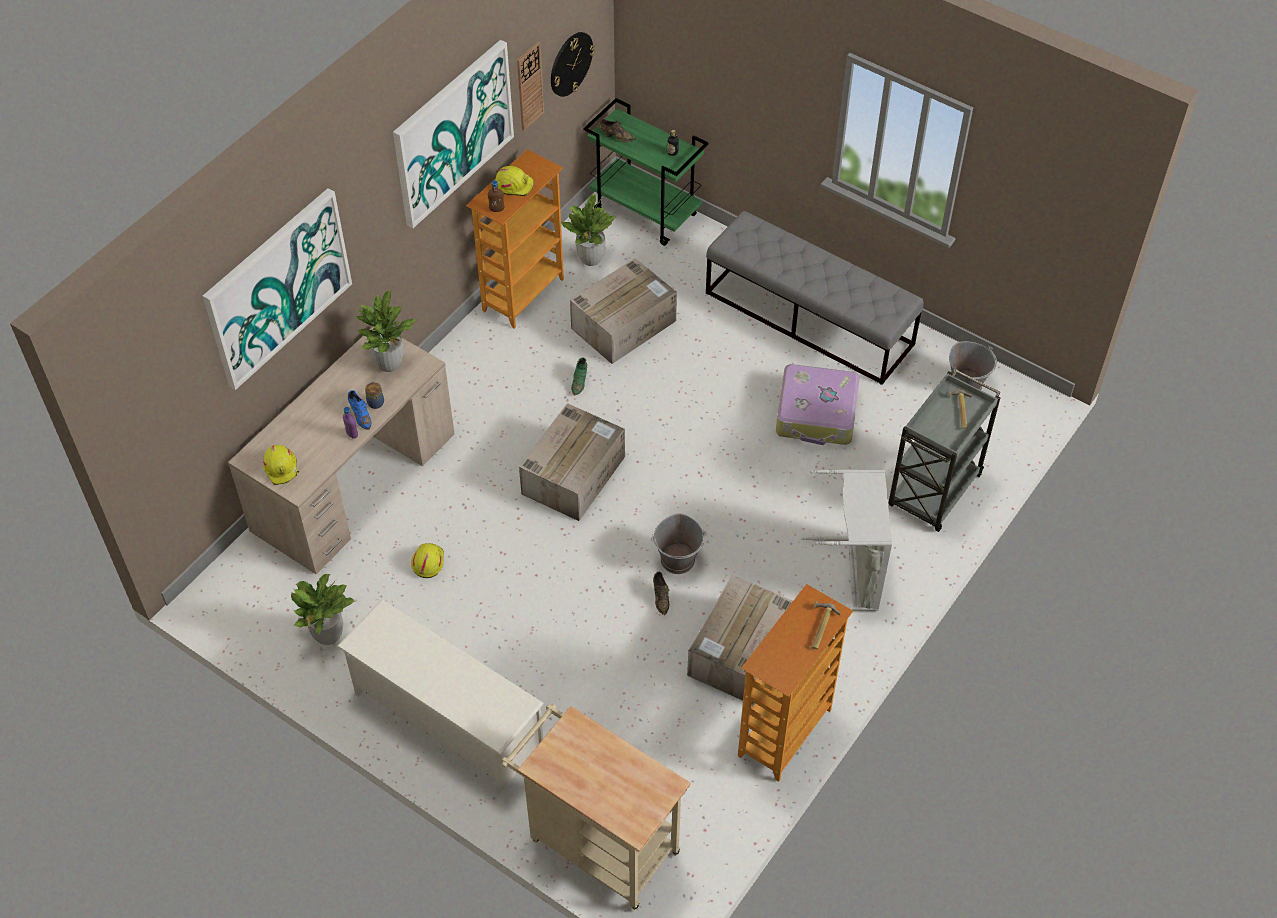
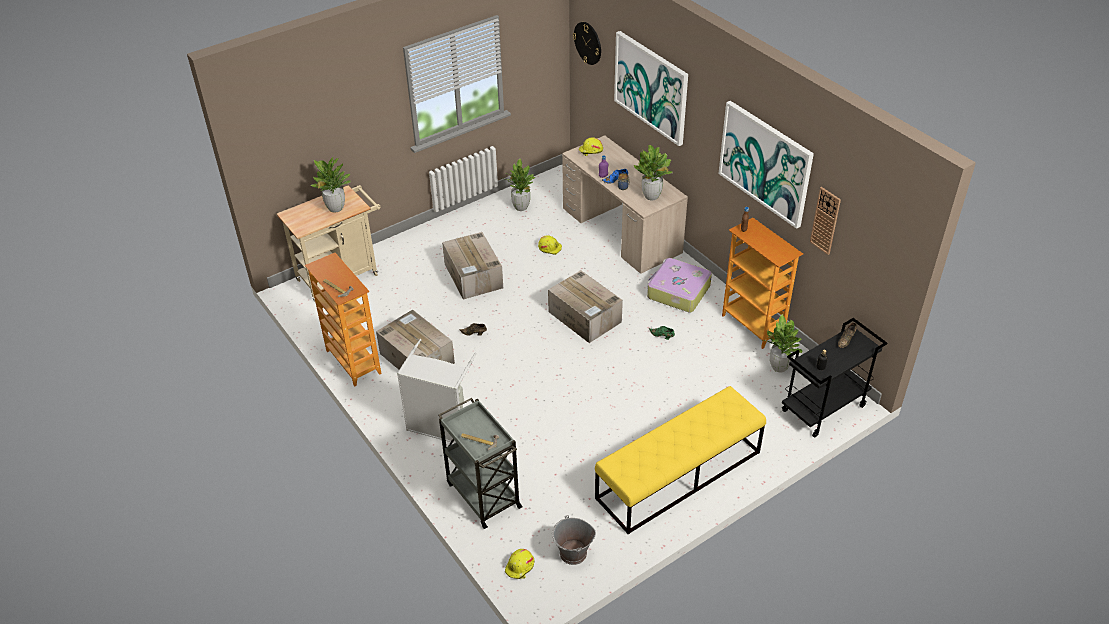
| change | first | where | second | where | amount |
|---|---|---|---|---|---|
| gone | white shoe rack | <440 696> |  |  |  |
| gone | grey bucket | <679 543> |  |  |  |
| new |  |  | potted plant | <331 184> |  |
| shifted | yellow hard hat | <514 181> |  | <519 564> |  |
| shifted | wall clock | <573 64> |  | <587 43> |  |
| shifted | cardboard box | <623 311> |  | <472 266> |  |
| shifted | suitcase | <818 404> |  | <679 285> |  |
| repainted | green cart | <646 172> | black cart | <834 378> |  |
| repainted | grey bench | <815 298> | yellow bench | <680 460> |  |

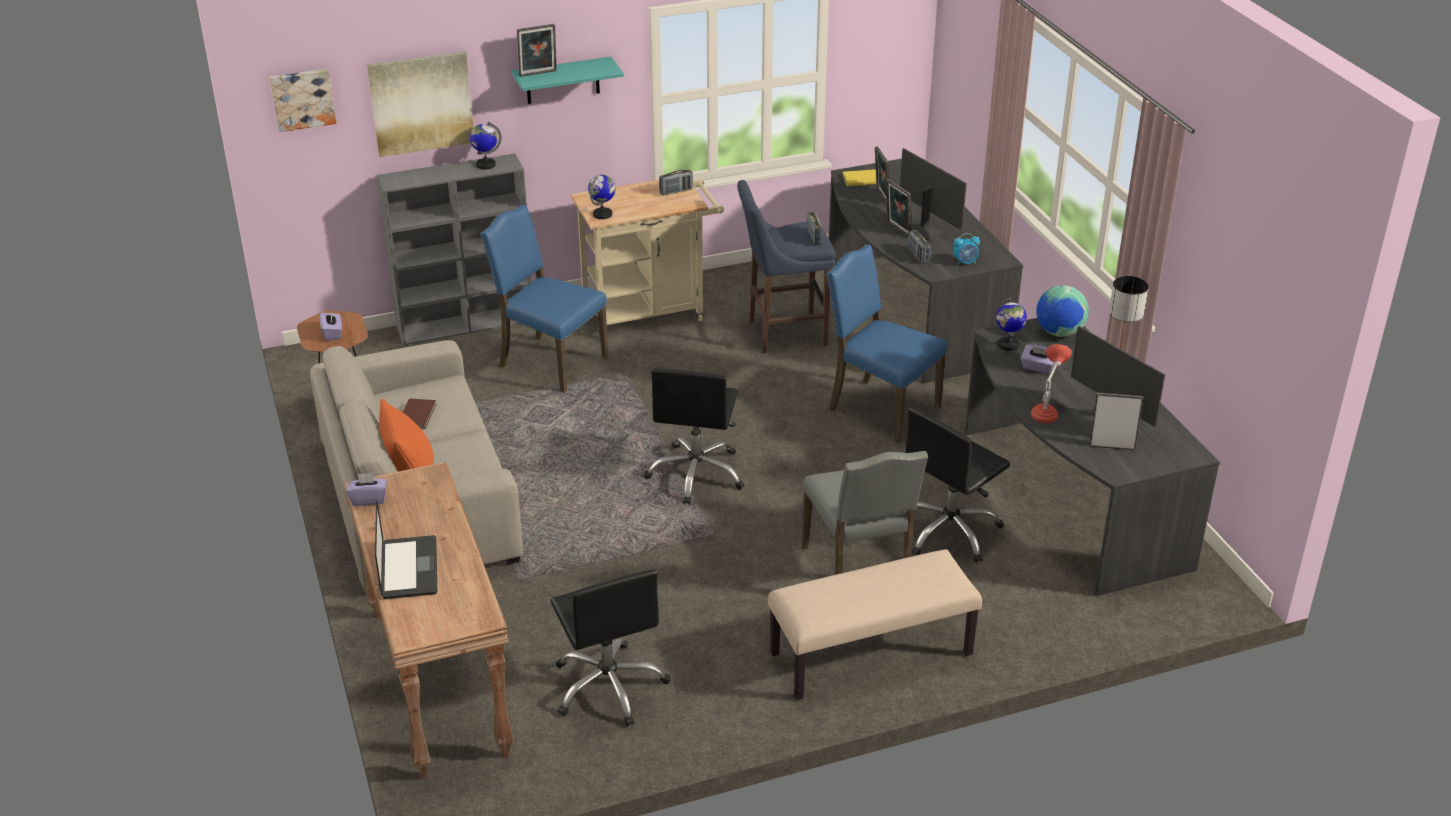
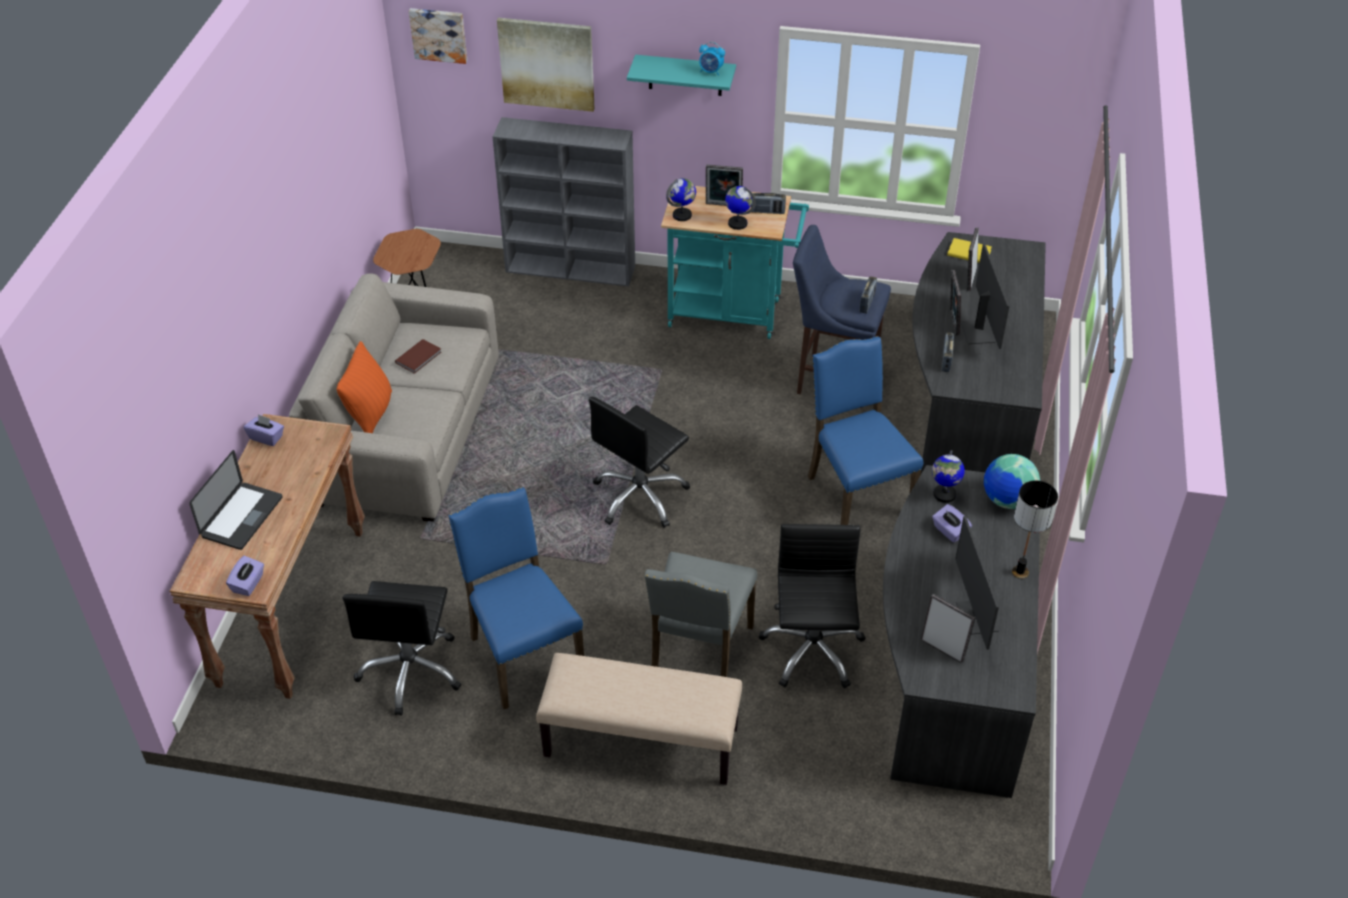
| change | first | where | second | where | amount |
|---|---|---|---|---|---|
| gone | red table lamp | <1051 383> |  |  |  |
| shifted | purple tissue box | <331 326> |  | <245 576> |  |
| shifted | globe | <486 146> |  | <740 208> |  |
| shifted | blue chair | <544 299> |  | <516 598> |  |
| shifted | picture frame | <537 50> |  | <724 185> |  |
| shifted | alarm clock | <966 249> |  | <712 59> |  |
| repainted | beige cart | <647 257> | turquoise cart | <735 262> |  |
| rotated | black office chair | <958 485> |  | <812 606> | 105 degrees clockwise |

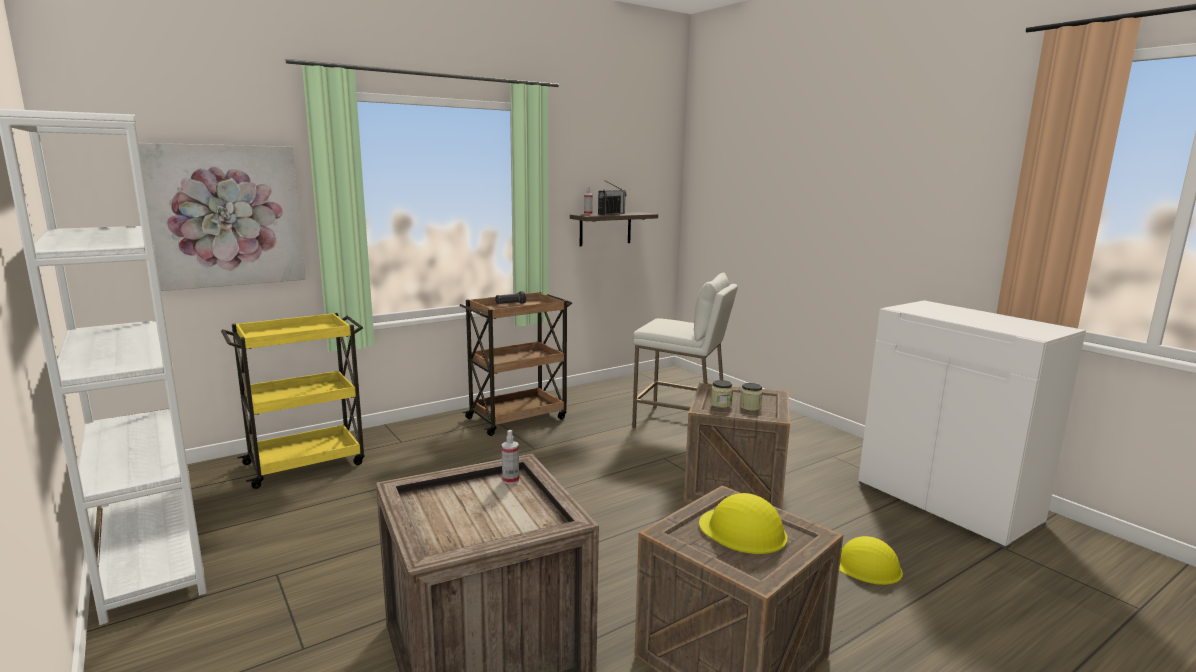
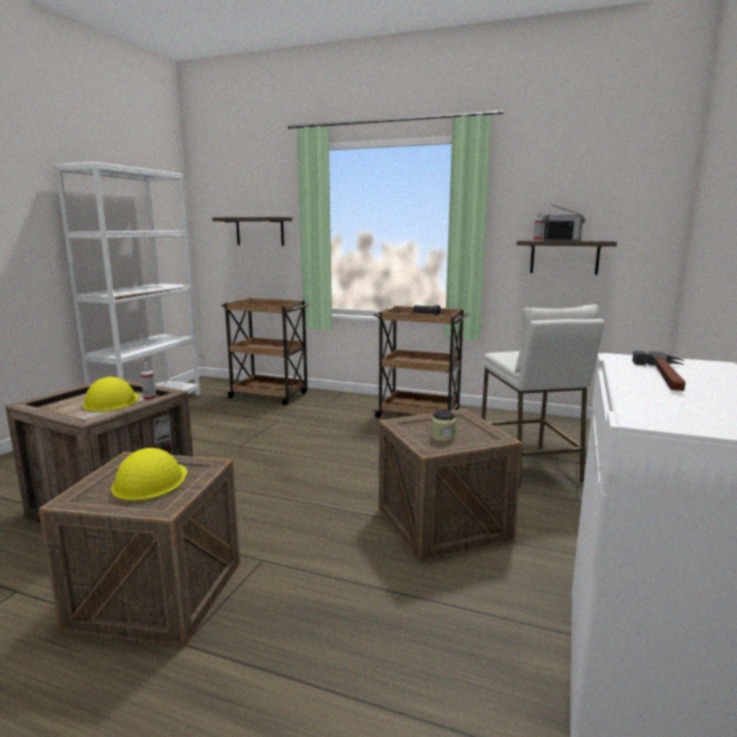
| change | first | where | second | where | amount |
|---|---|---|---|---|---|
| gone | jar | <721 394> |  |  |  |
| new |  |  | hammer | <659 370> |  |
| shifted | yellow hard hat | <871 560> |  | <110 394> |  |
| swapped | picture | <222 217> | shelf | <252 231> |  |
| repainted | yellow cart | <293 401> | brown cart | <265 351> |  |

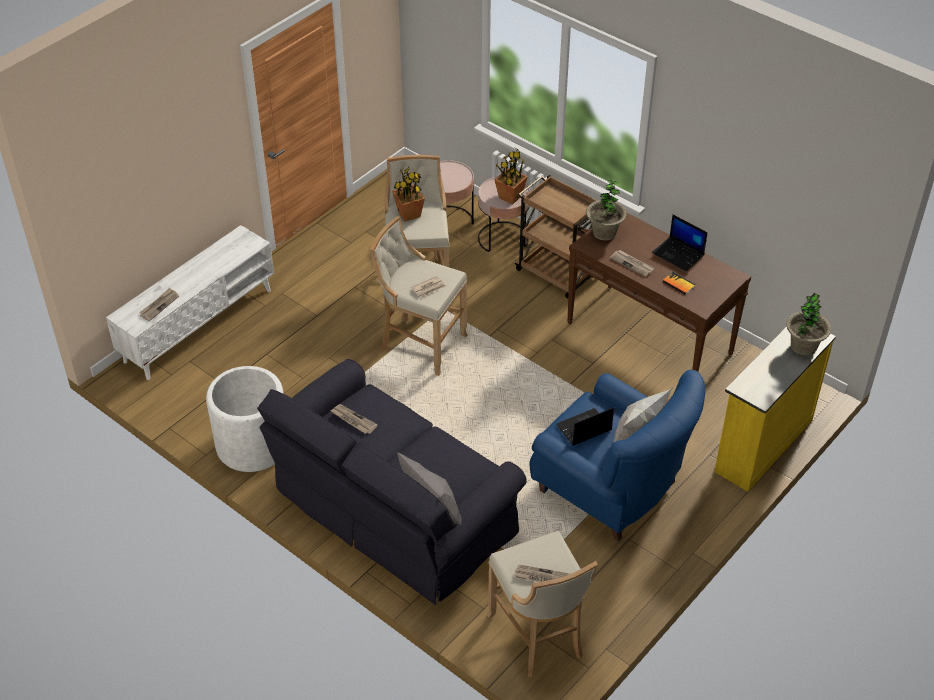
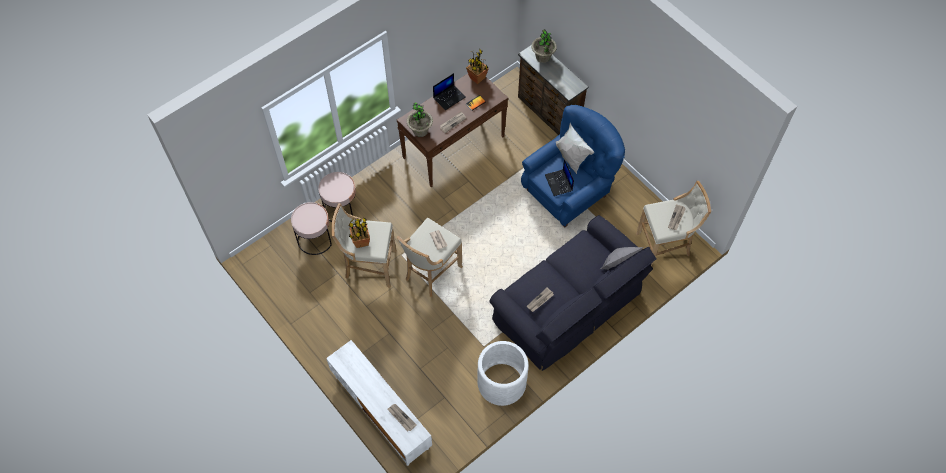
| change | first | where | second | where | amount |
|---|---|---|---|---|---|
| gone | brown cart | <555 236> |  |  |  |
| shifted | potted plant | <511 176> |  | <477 66> |  |
| repainted | yellow dresser | <775 409> | brown dresser | <553 90> |  |

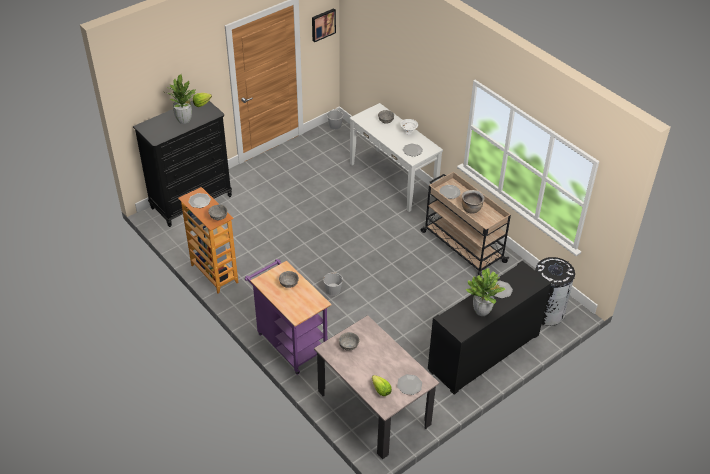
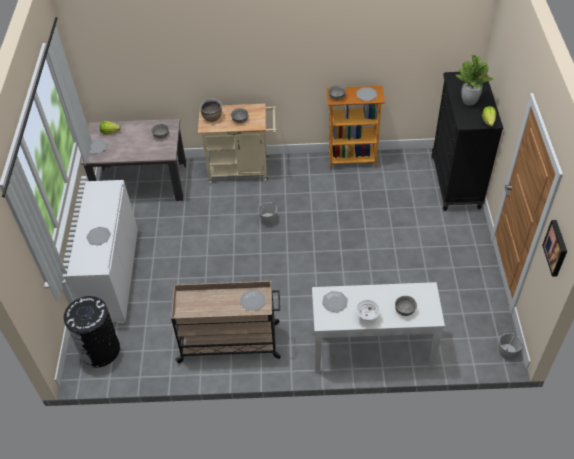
| change | first | where | second | where | amount |
|---|---|---|---|---|---|
| gone | potted plant | <486 292> |  |  |  |
| shifted | brown cooking pot | <473 202> |  | <211 110> |  |
| repainted | purple cart | <288 317> | beige cart | <237 143> |  |
| repainted | black cabinet | <489 327> | white cabinet | <102 251> |  |

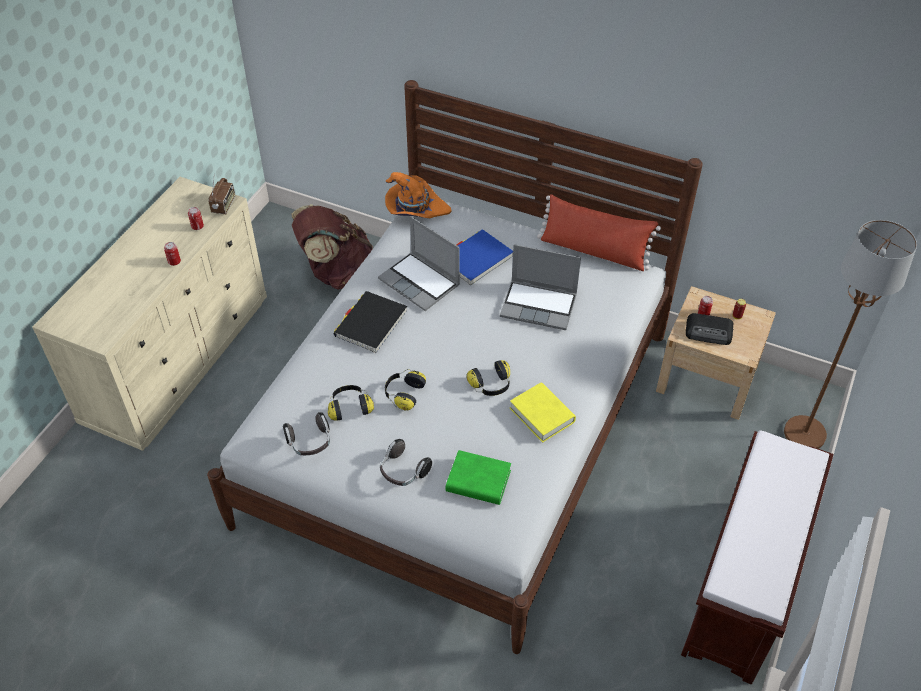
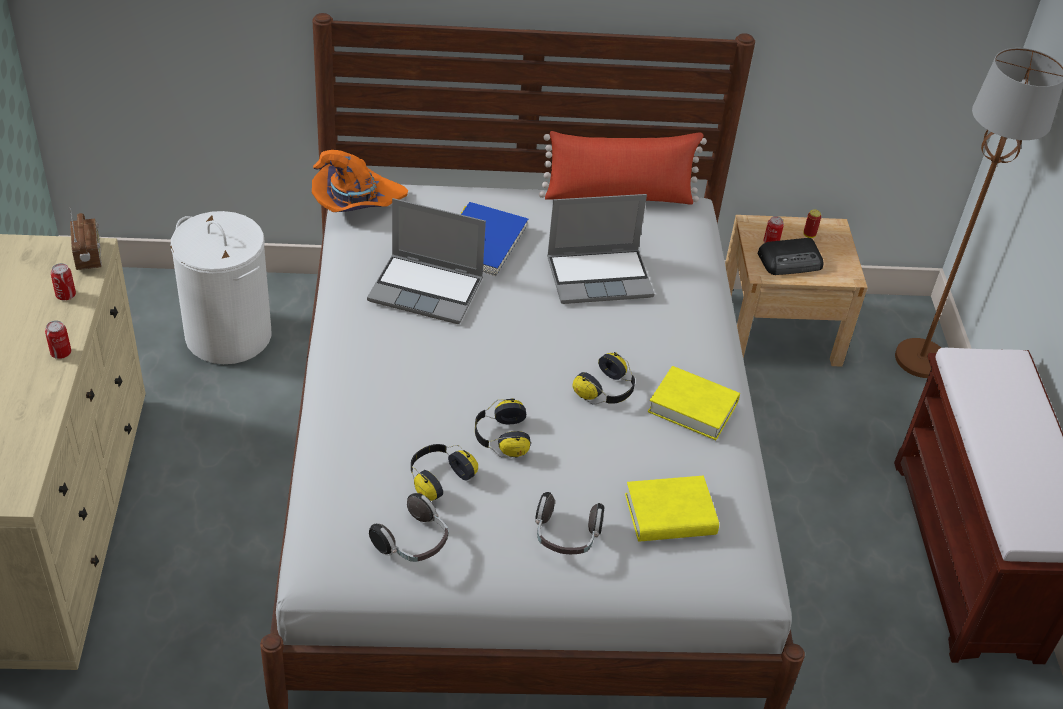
| change | first | where | second | where | amount |
|---|---|---|---|---|---|
| gone | black book | <370 322> |  |  |  |
| swapped | brown backpack | <332 247> | white laundry basket | <221 287> |  |
| repainted | green book | <478 477> | yellow book | <672 509> |  |

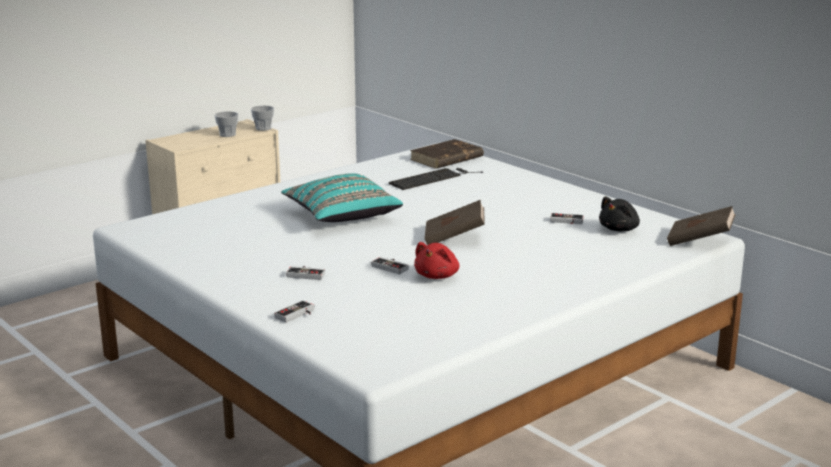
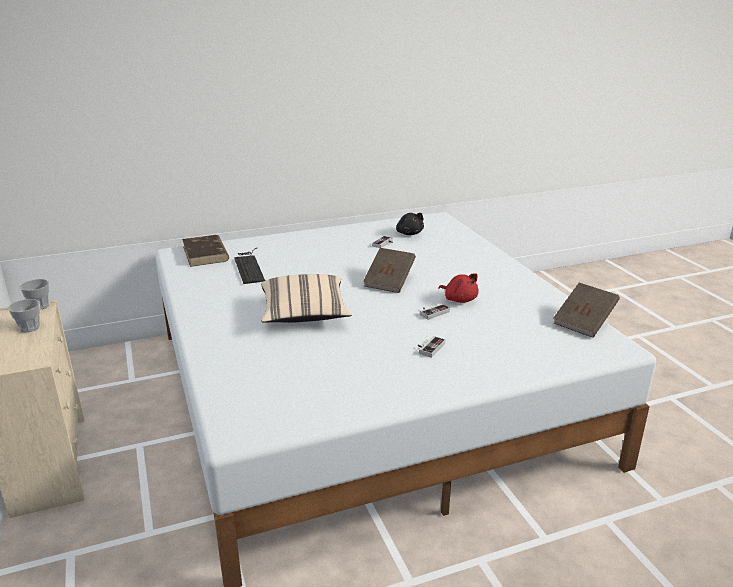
| change | first | where | second | where | amount |
|---|---|---|---|---|---|
| gone | game controller | <294 311> |  |  |  |
| shifted | brown book | <701 226> |  | <586 310> |  |
| repainted | turquoise pillow | <342 197> | beige pillow | <306 298> |  |

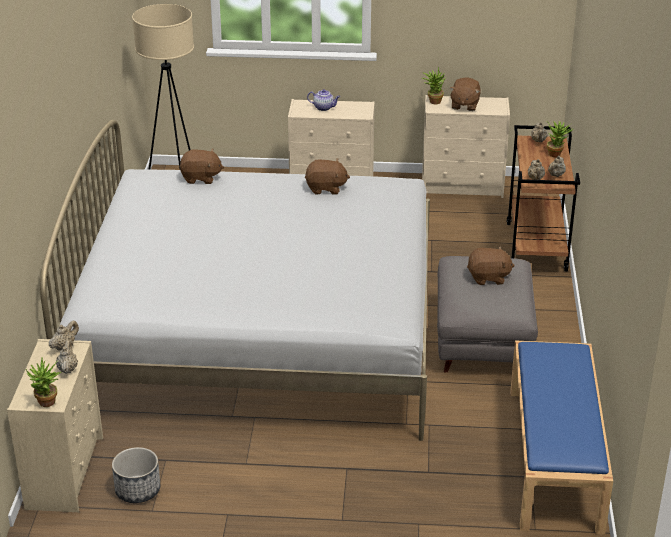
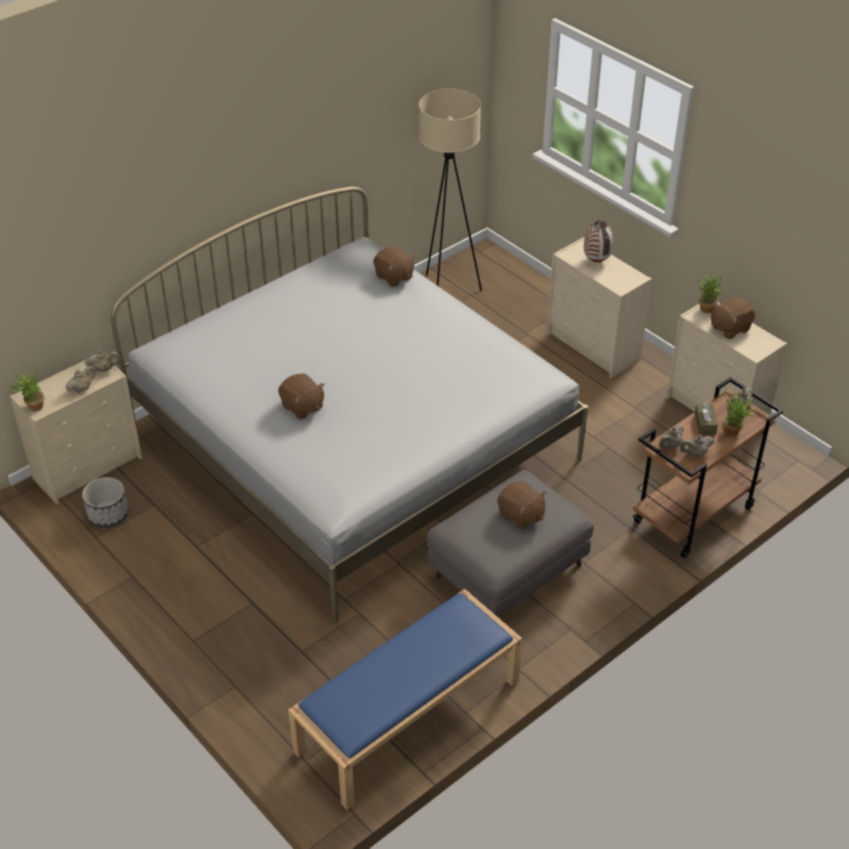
| change | first | where | second | where | amount |
|---|---|---|---|---|---|
| new |  |  | brown tissue box | <706 419> |  |
| shifted | brown plush toy | <327 176> |  | <301 396> |  |
| swapped | teapot | <323 100> | vase | <599 241> |  |

